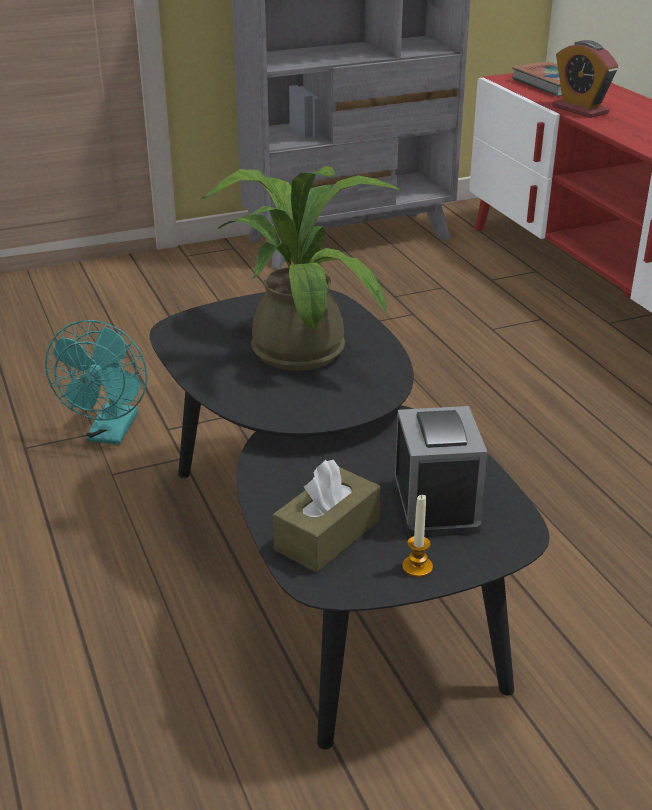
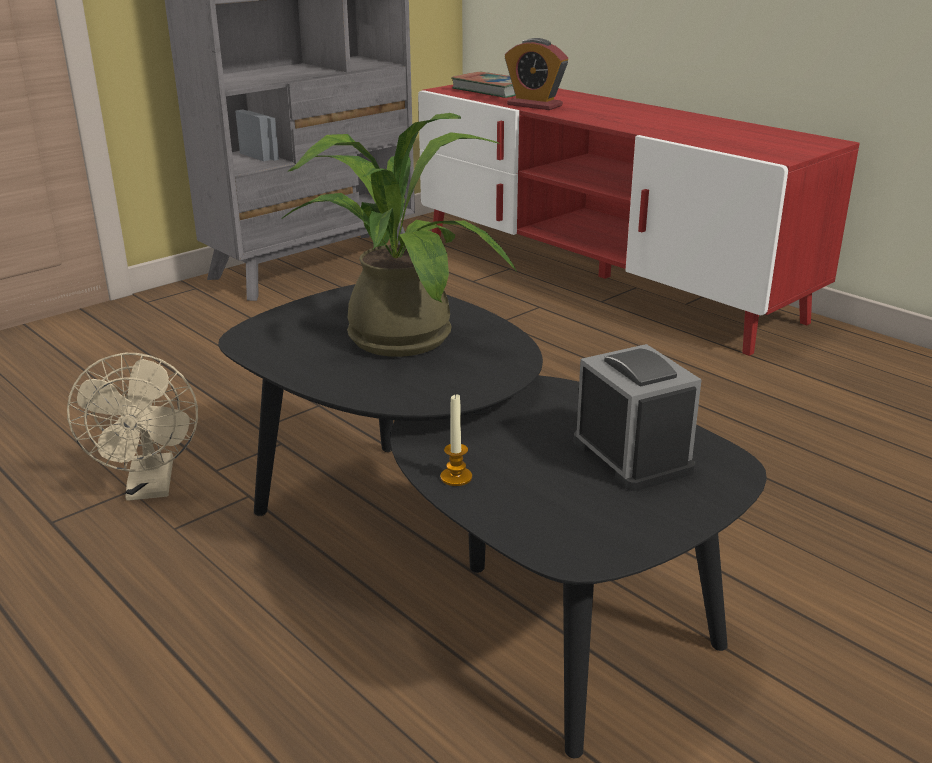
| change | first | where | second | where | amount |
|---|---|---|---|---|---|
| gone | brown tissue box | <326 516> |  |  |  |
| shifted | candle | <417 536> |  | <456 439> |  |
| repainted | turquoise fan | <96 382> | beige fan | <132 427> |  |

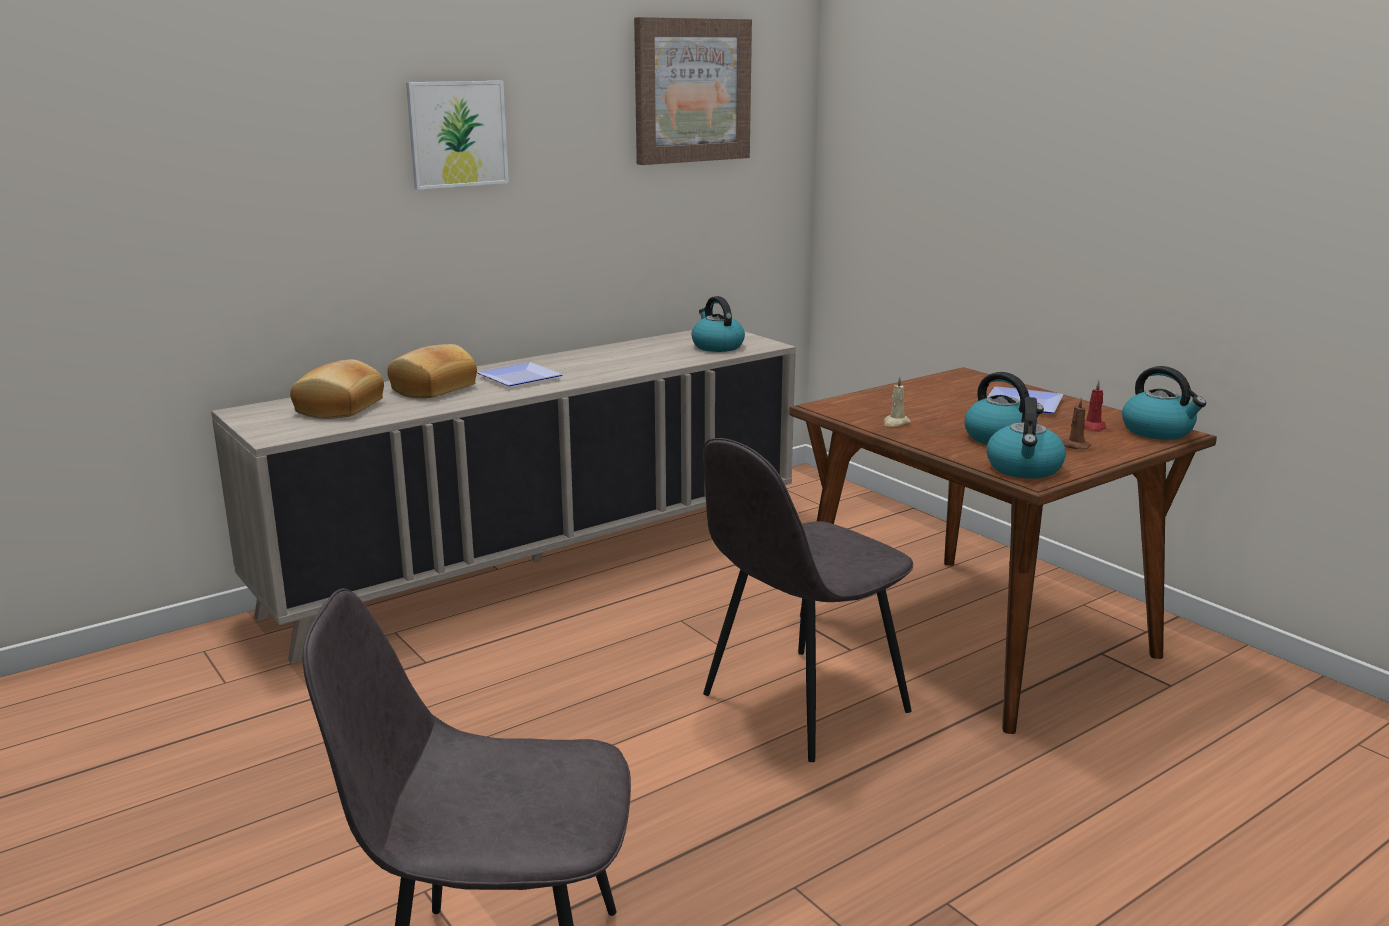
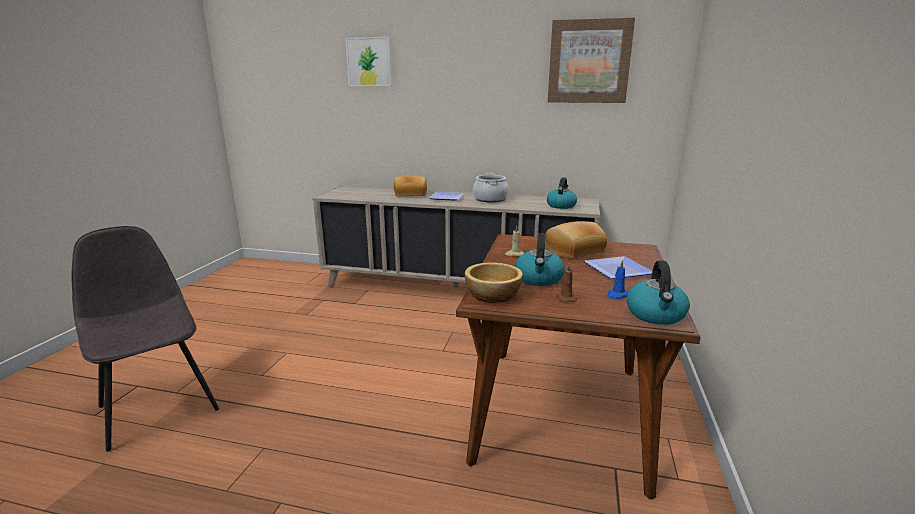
| change | first | where | second | where | amount |
|---|---|---|---|---|---|
| gone | grey chair | <808 600> |  |  |  |
| new |  |  | cooking pot | <491 188> |  |
| shifted | bread | <337 389> |  | <576 239> |  |
| shifted | picture | <457 135> |  | <368 62> |  |
| swapped | kettle | <1026 438> | bowl | <494 282> |  |
| repainted | red candle | <1095 406> | blue candle | <617 279> |  |

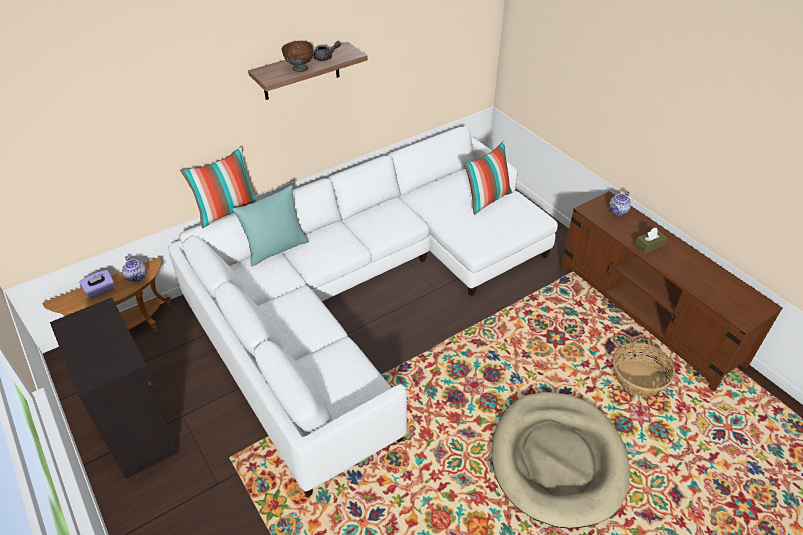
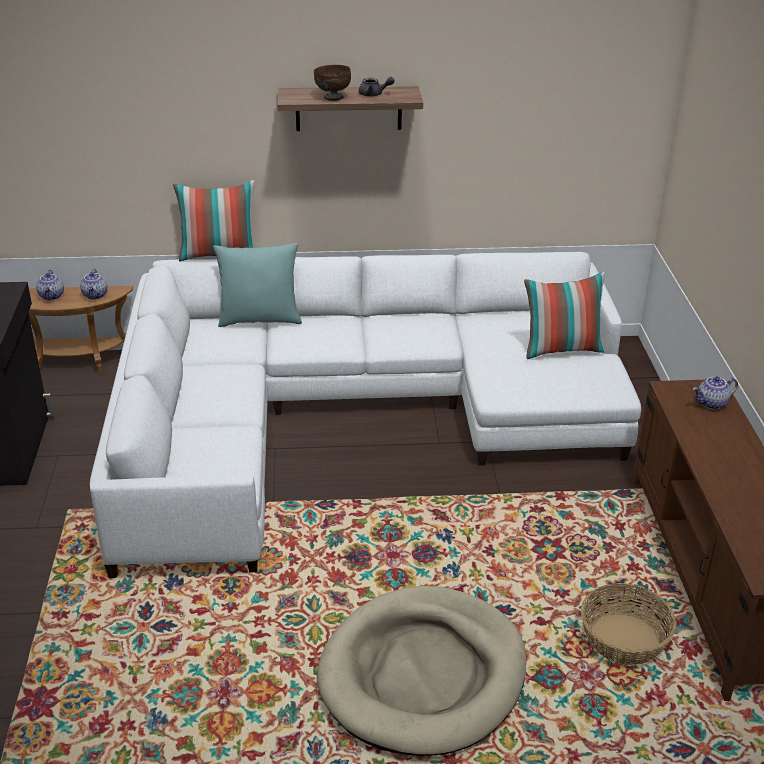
| change | first | where | second | where | amount |
|---|---|---|---|---|---|
| gone | brown tissue box | <651 241> |  |  |  |
| swapped | purple tissue box | <96 284> | teapot | <50 285> |  |

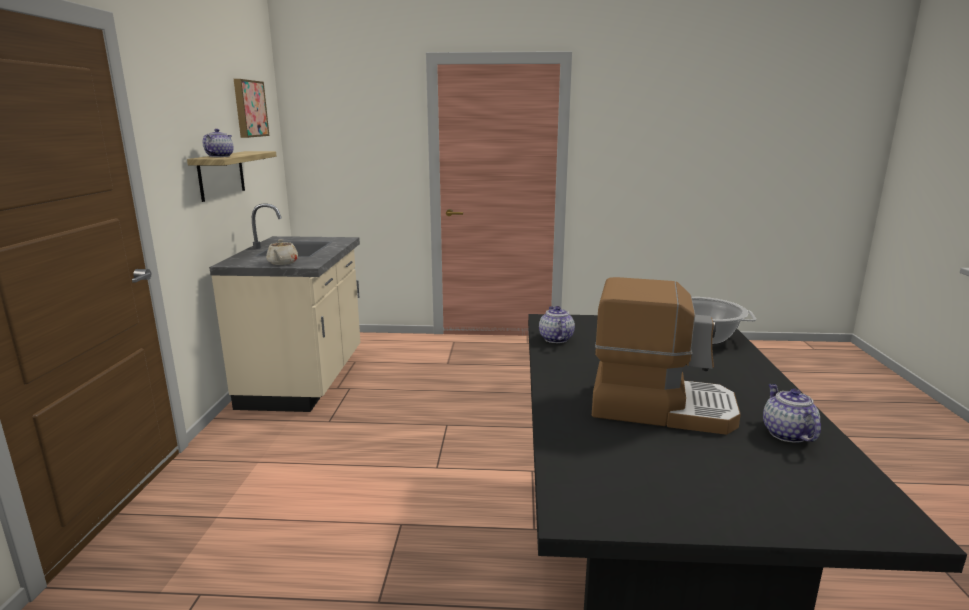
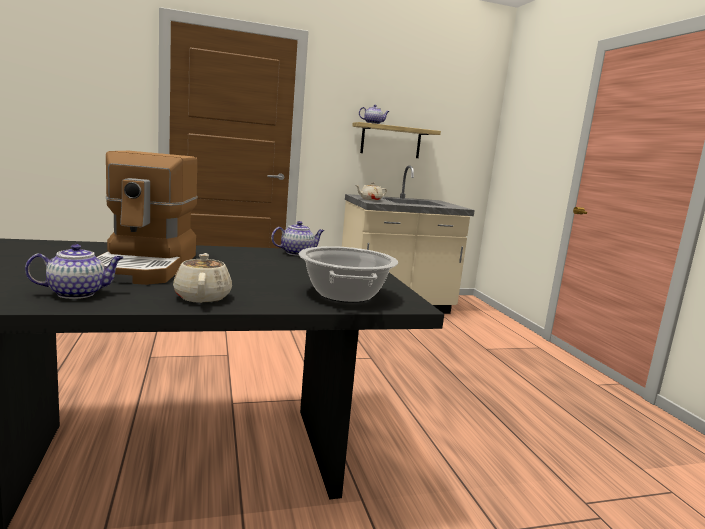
| change | first | where | second | where | amount |
|---|---|---|---|---|---|
| gone | picture | <251 108> |  |  |  |
| new |  |  | beige teapot | <202 278> |  |

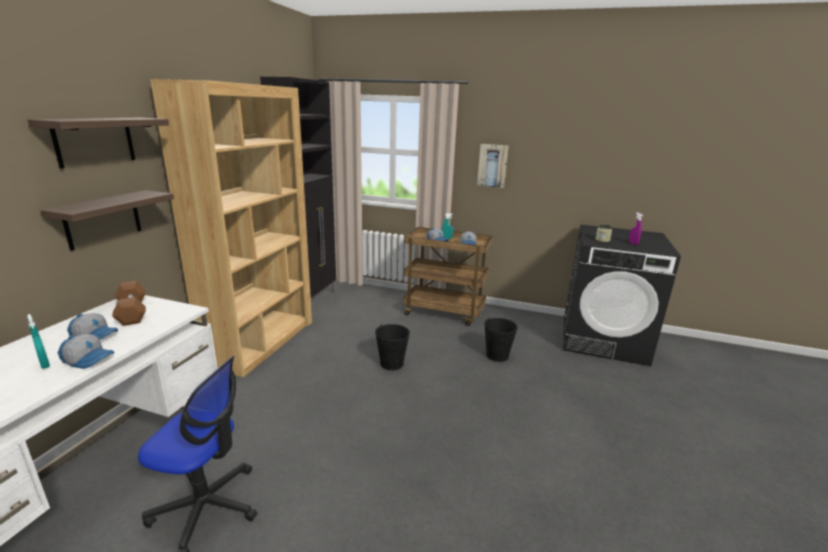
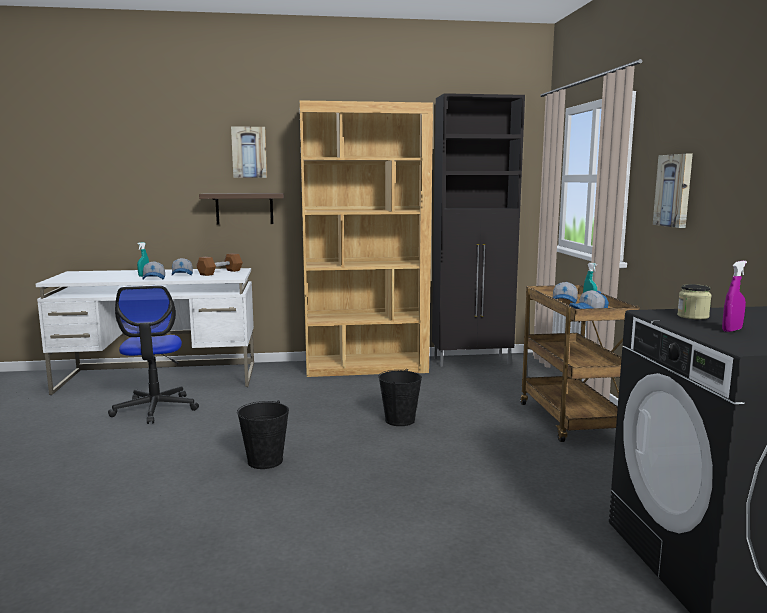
| change | first | where | second | where | amount |
|---|---|---|---|---|---|
| shifted | black bucket | <501 340> |  | <263 434> |  |
| swapped | shelf | <98 143> | picture | <249 152> |  |

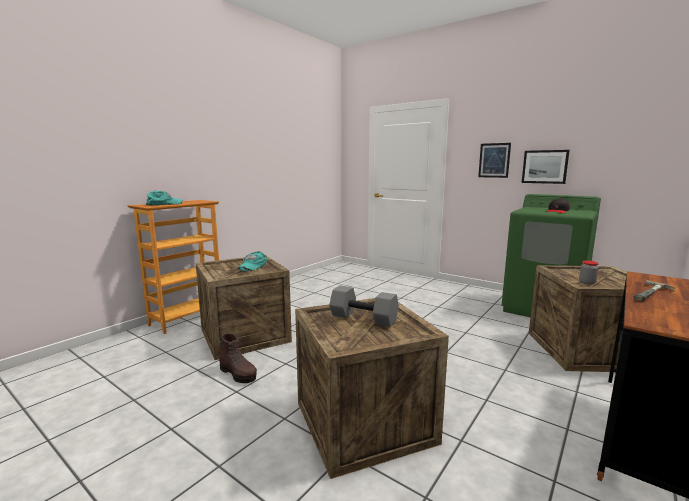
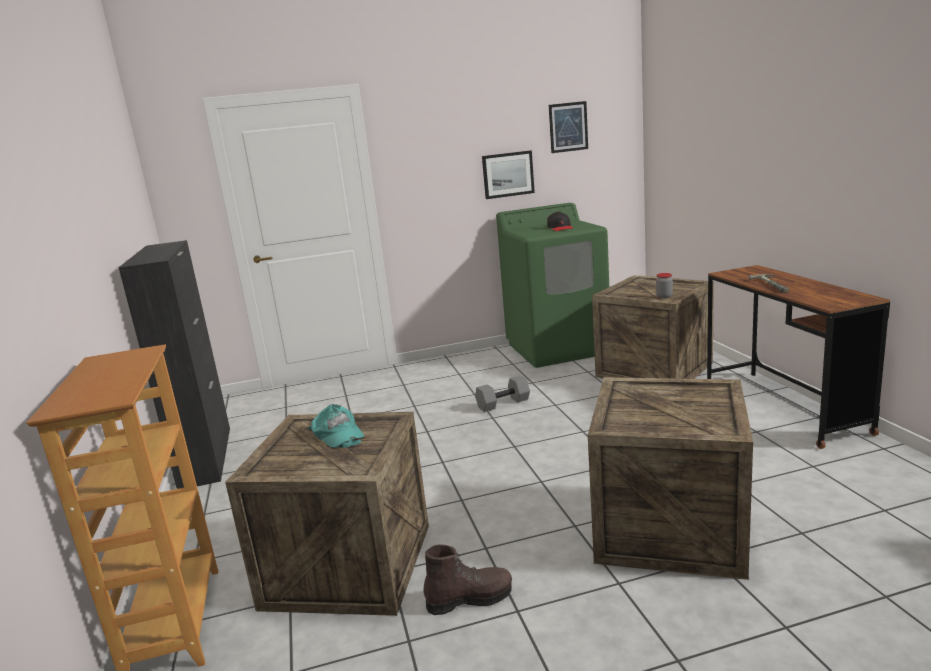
| change | first | where | second | where | amount |
|---|---|---|---|---|---|
| gone | turquoise cap | <164 198> |  |  |  |
| new |  |  | black cabinet | <174 364> |  |
| shifted | grey dumbbell | <364 306> |  | <502 393> |  |
| shifted | picture | <494 160> |  | <568 127> |  |

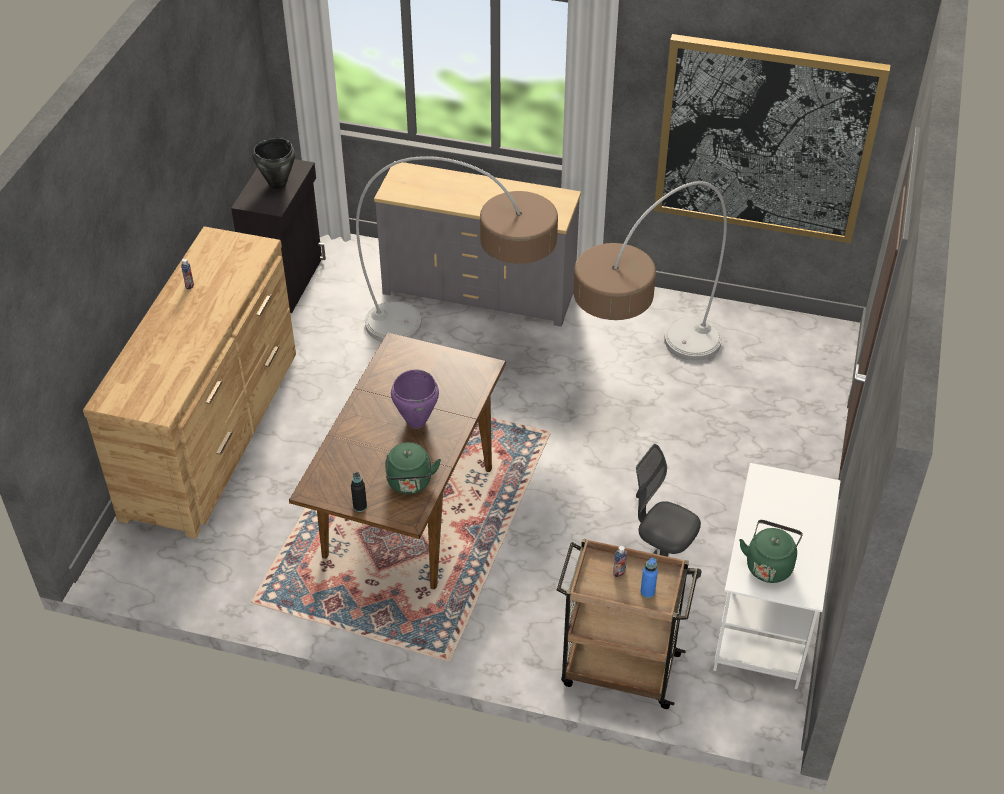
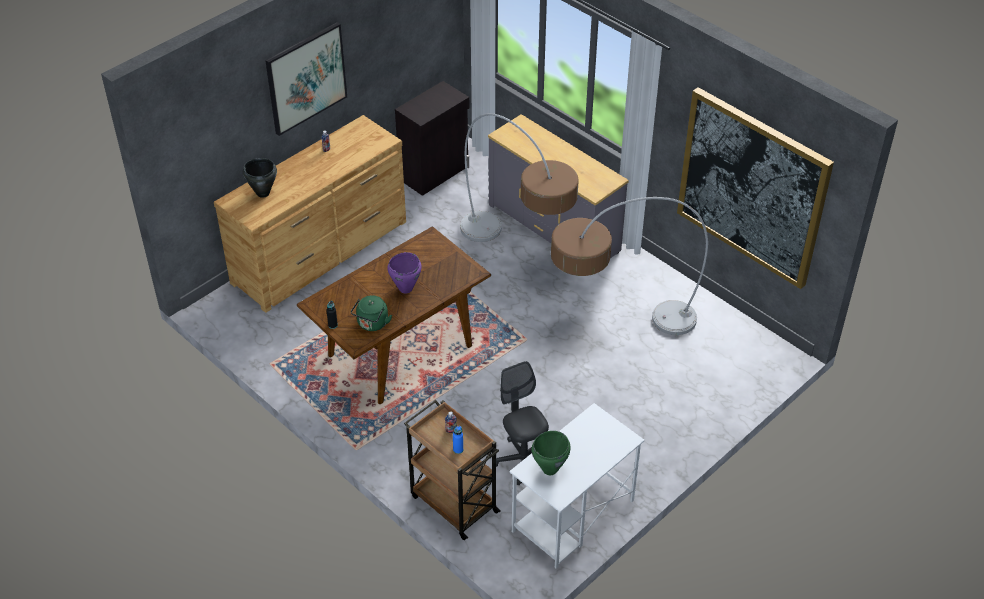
| change | first | where | second | where | amount |
|---|---|---|---|---|---|
| new |  |  | picture | <306 79> |  |
| shifted | black cooking pot | <273 164> |  | <260 178> |  |
| swapped | green kettle | <771 551> | green cooking pot | <550 453> |  |

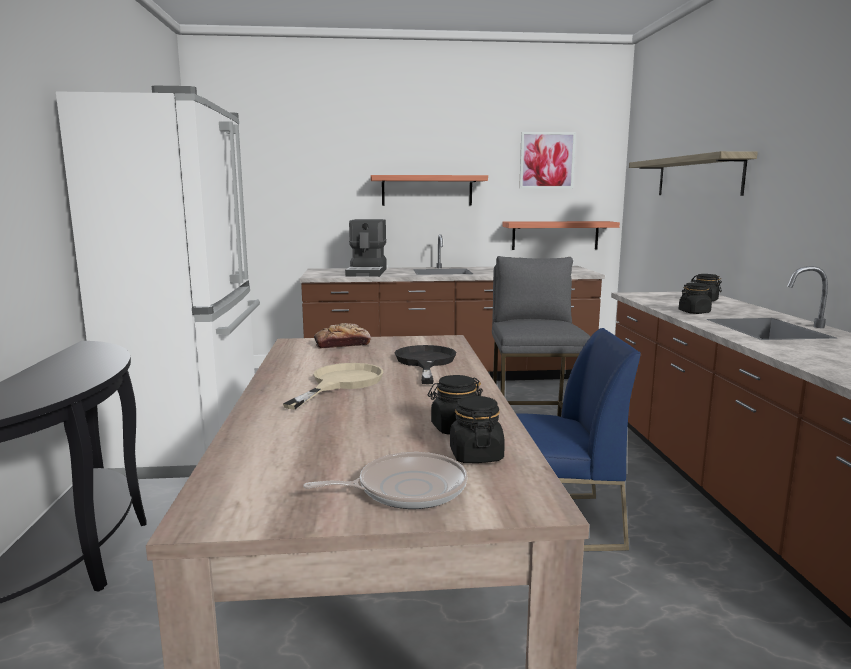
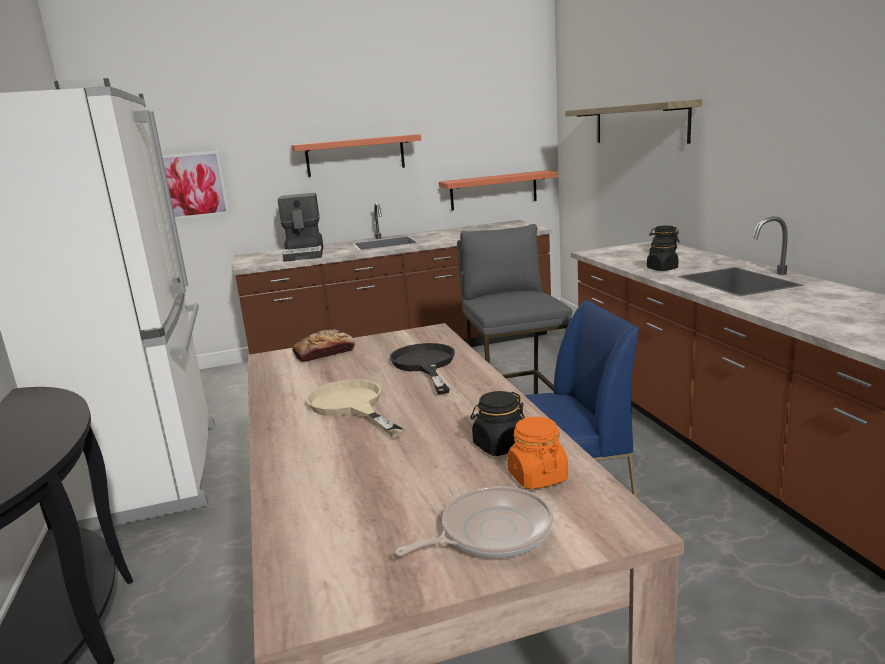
| change | first | where | second | where | amount |
|---|---|---|---|---|---|
| shifted | picture | <547 160> |  | <196 185> |  |
| repainted | black jar | <477 429> | orange jar | <537 453> |  |
| rotated | beige frying pan | <333 386> |  | <355 408> | 45 degrees counterclockwise |

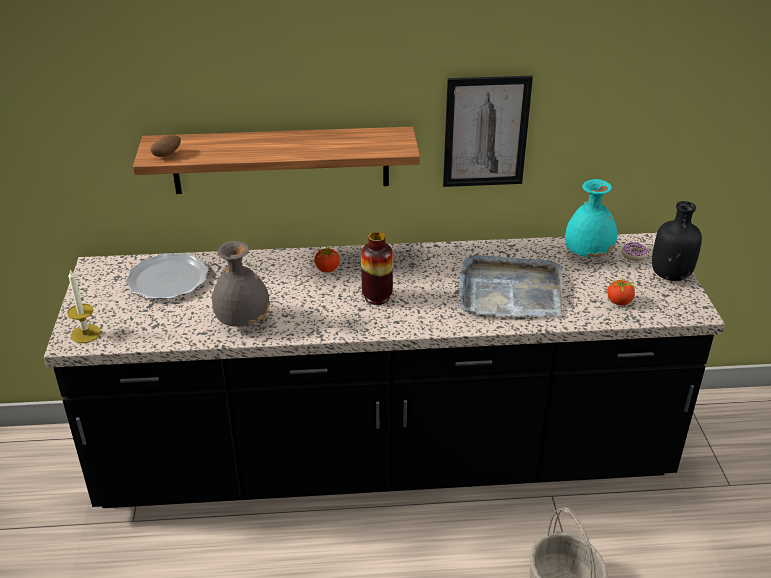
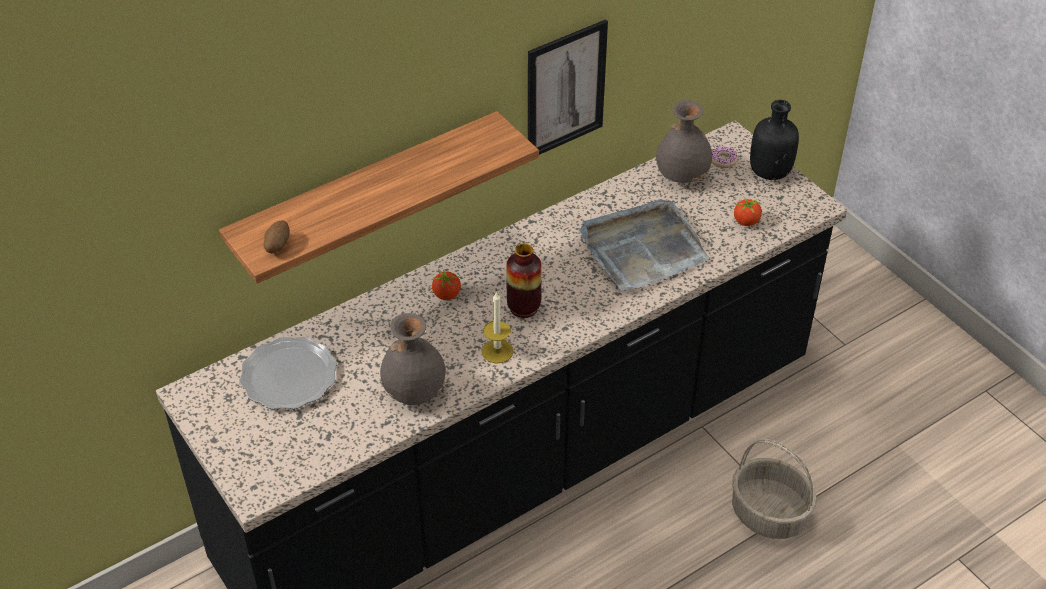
| change | first | where | second | where | amount |
|---|---|---|---|---|---|
| shifted | candle | <84 306> |  | <497 328> |  |
| repainted | turquoise vase | <591 218> | grey vase | <684 141> |  |

